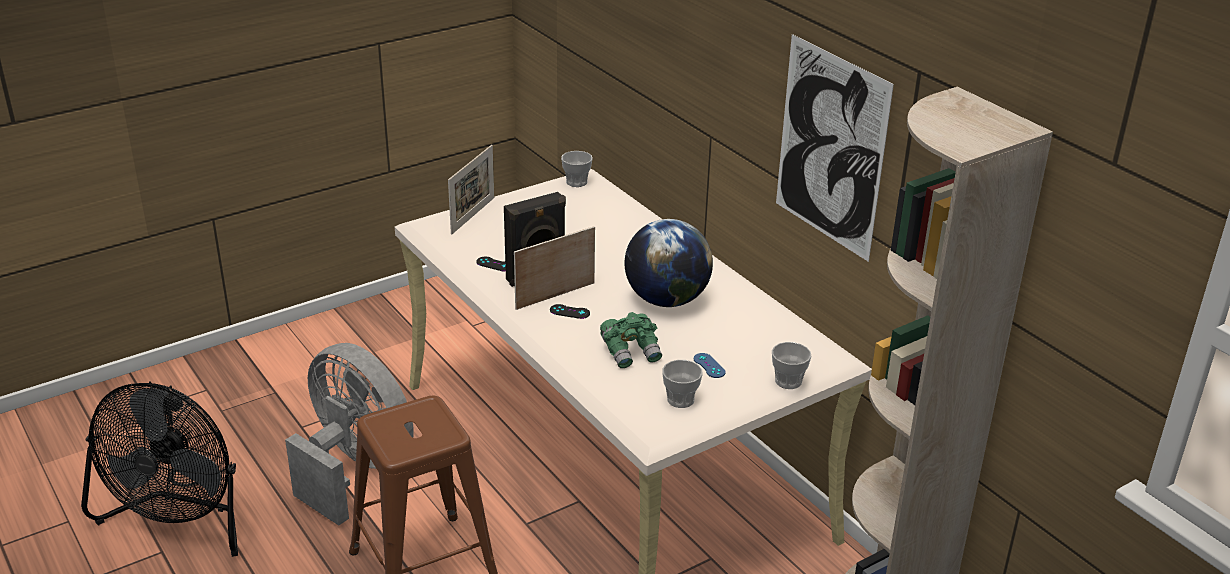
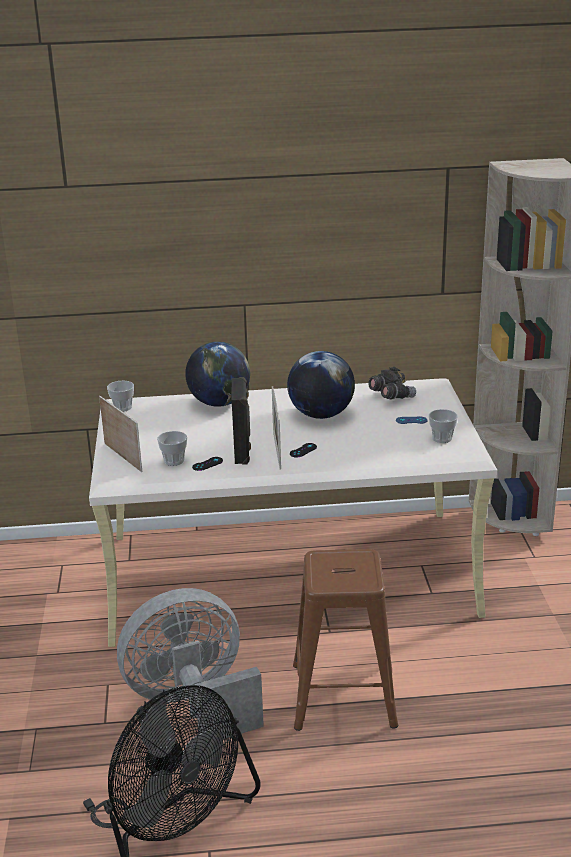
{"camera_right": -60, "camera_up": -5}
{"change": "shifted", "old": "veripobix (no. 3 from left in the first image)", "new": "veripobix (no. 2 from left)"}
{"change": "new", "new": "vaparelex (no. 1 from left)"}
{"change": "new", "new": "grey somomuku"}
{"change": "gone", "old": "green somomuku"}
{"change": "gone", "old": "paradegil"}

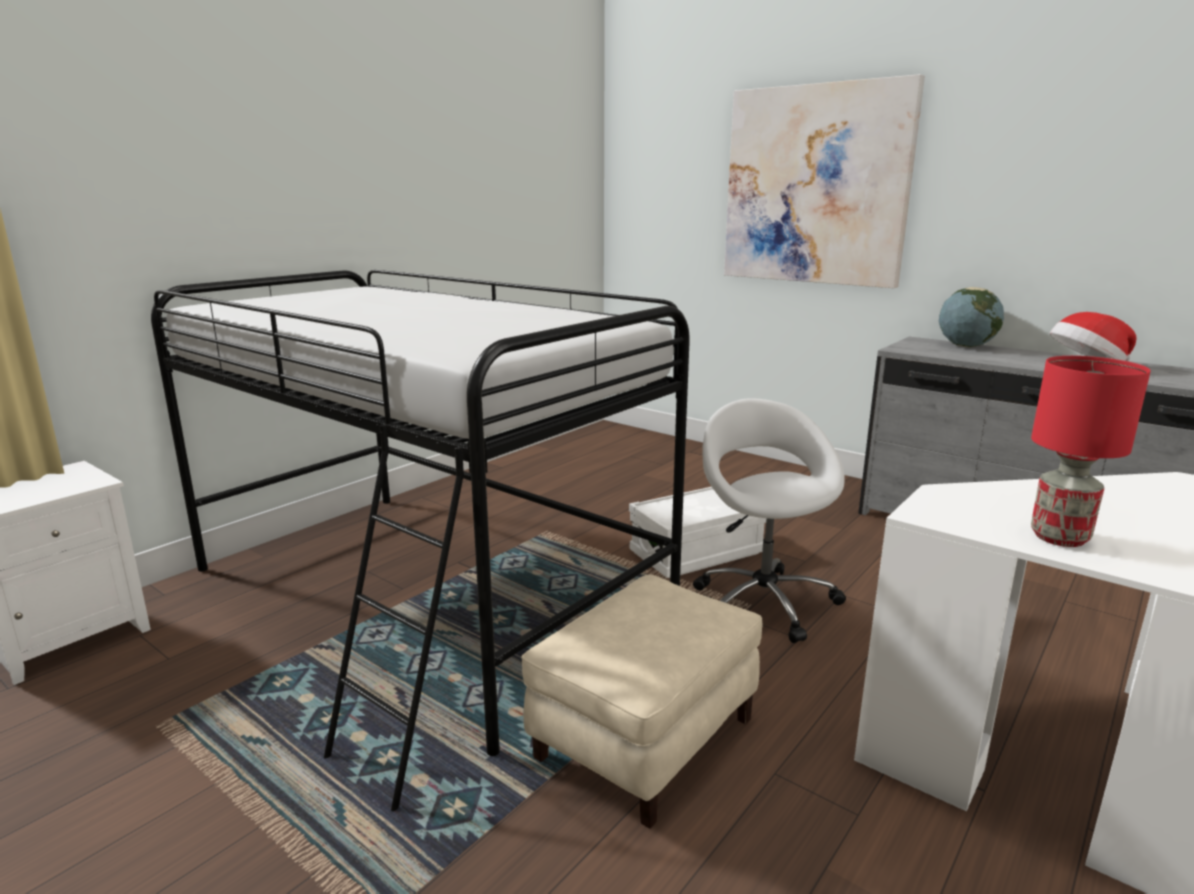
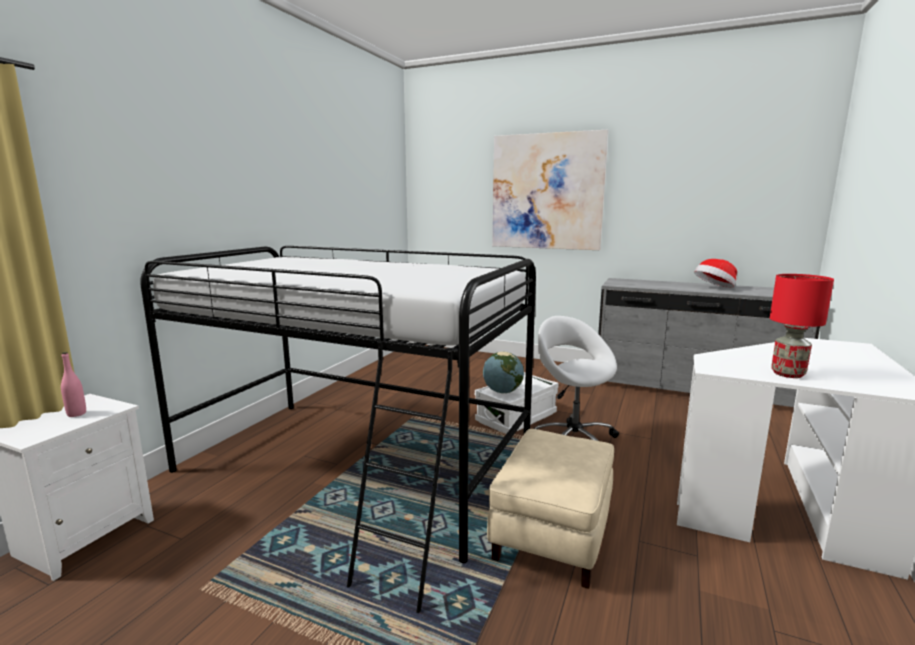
{"camera_right": -15, "camera_up": -5}
{"change": "new", "new": "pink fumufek"}
{"change": "shifted", "old": "vaparelex"}

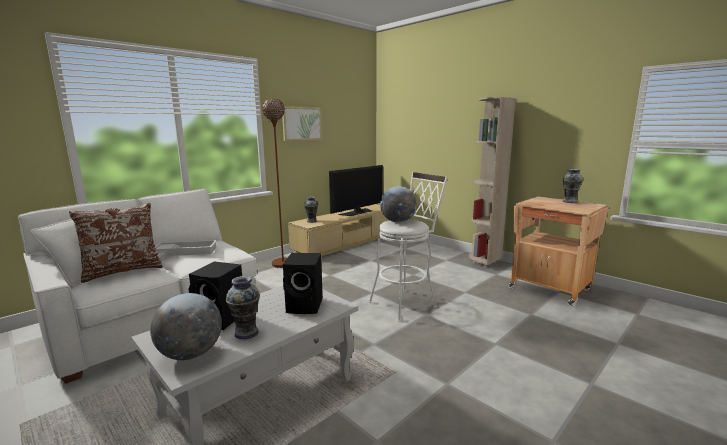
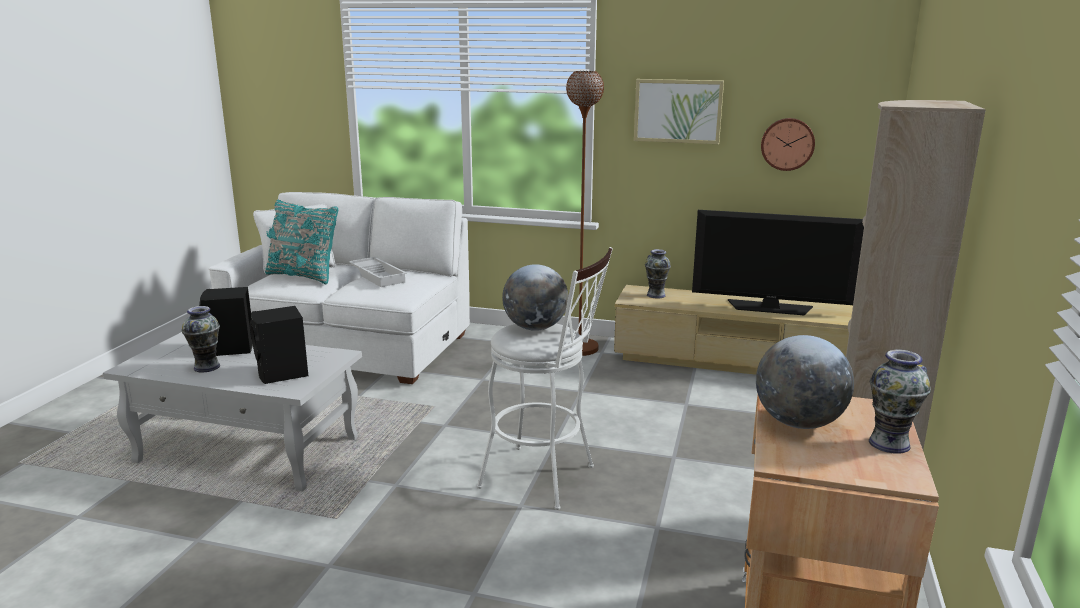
{"camera_right": 60, "camera_up": 5}
{"change": "repainted", "old": "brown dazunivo", "new": "turquoise dazunivo"}
{"change": "shifted", "old": "vaparelex (no. 1 from left in the first image)", "new": "vaparelex (no. 2 from left)"}
{"change": "new", "new": "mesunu"}

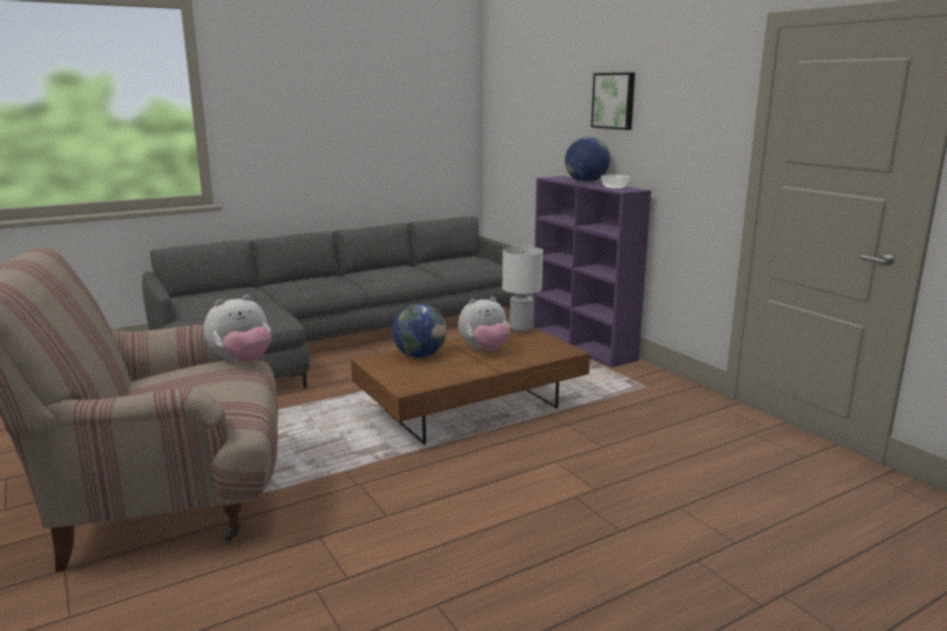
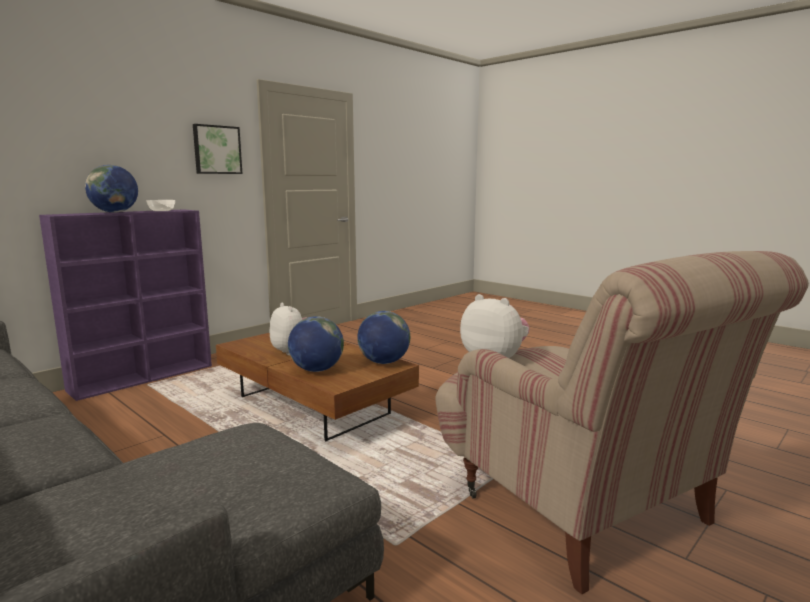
{"camera_right": -105, "camera_up": -5}
{"change": "shifted", "old": "paradegil"}
{"change": "new", "new": "vaparelex (no. 3 from left)"}
{"change": "gone", "old": "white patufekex"}

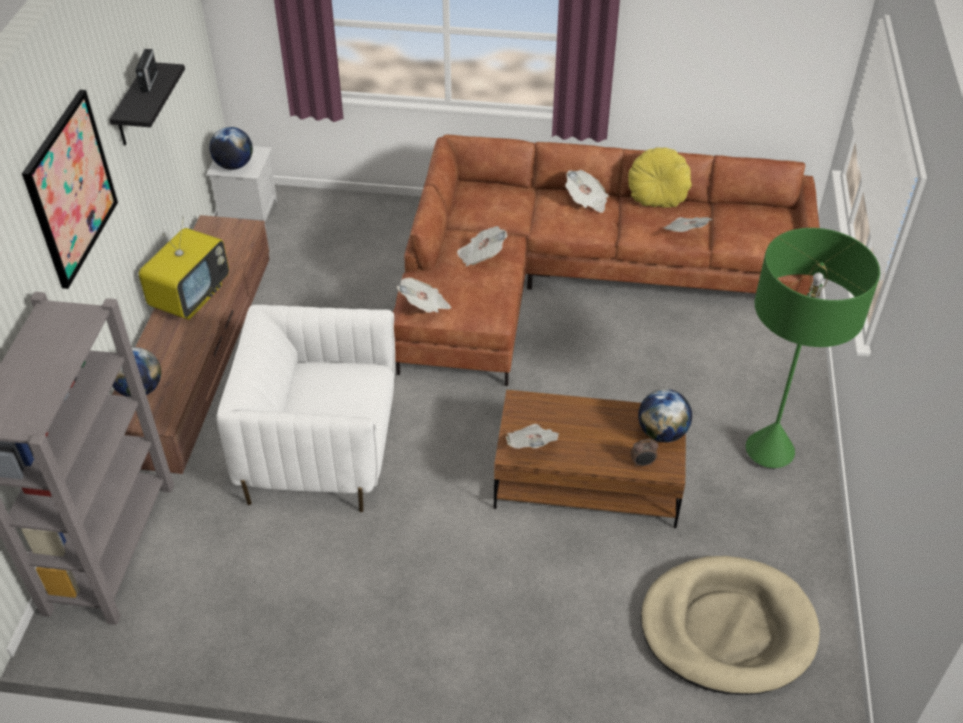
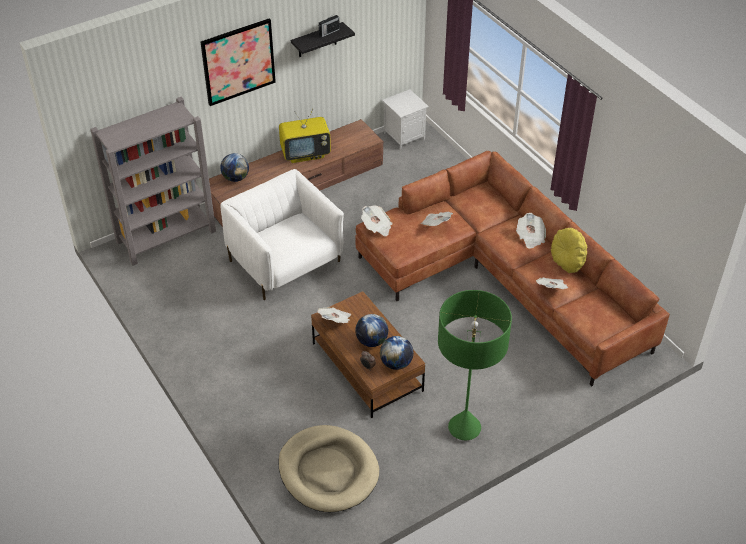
{"camera_right": 50, "camera_up": 0}
{"change": "shifted", "old": "vaparelex (no. 2 from left)"}

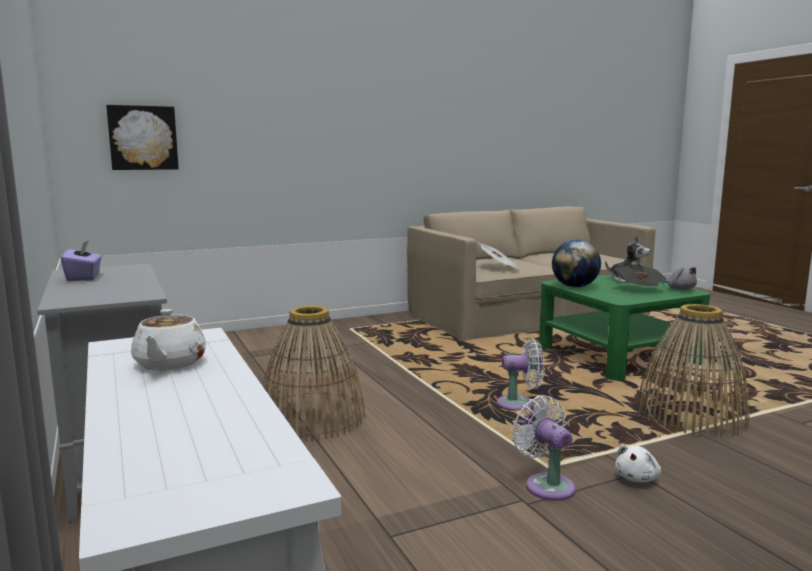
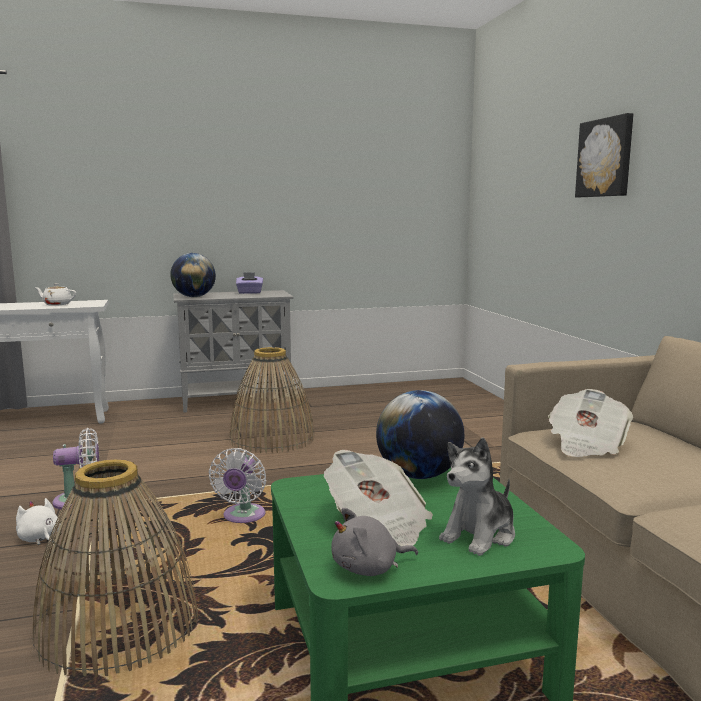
{"camera_right": 100, "camera_up": 0}
{"change": "new", "new": "vaparelex (no. 1 from left)"}
{"change": "shifted", "old": "paradegil"}

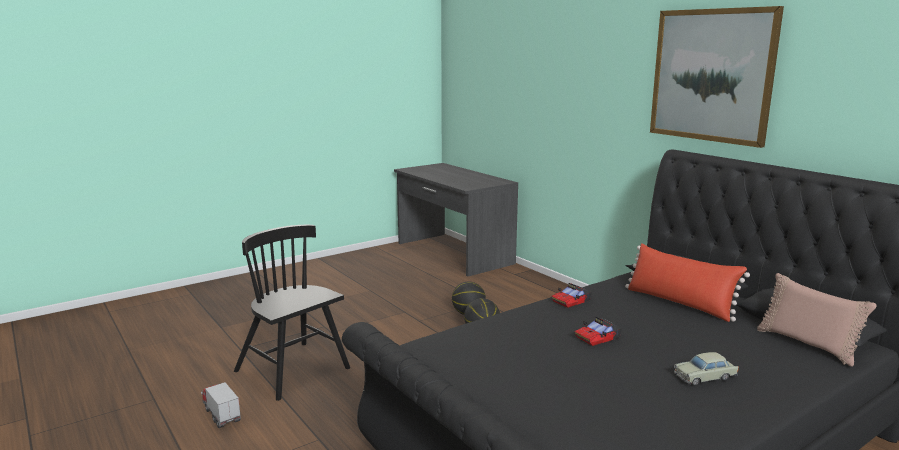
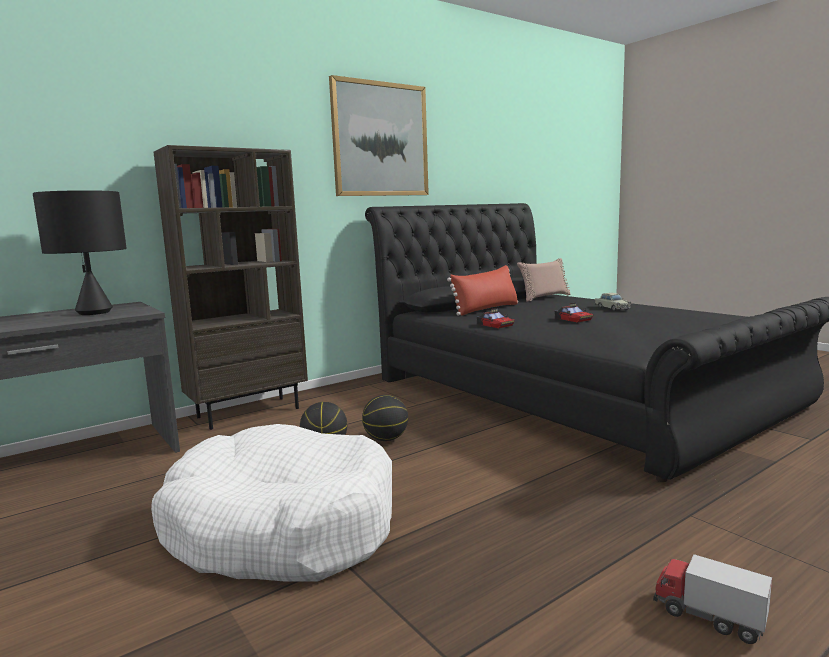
{"camera_right": -90, "camera_up": -5}
{"change": "new", "new": "black patufekex"}
{"change": "new", "new": "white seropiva"}
{"change": "new", "new": "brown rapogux"}
{"change": "rotated", "old": "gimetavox", "degrees": 75}
{"change": "gone", "old": "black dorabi"}

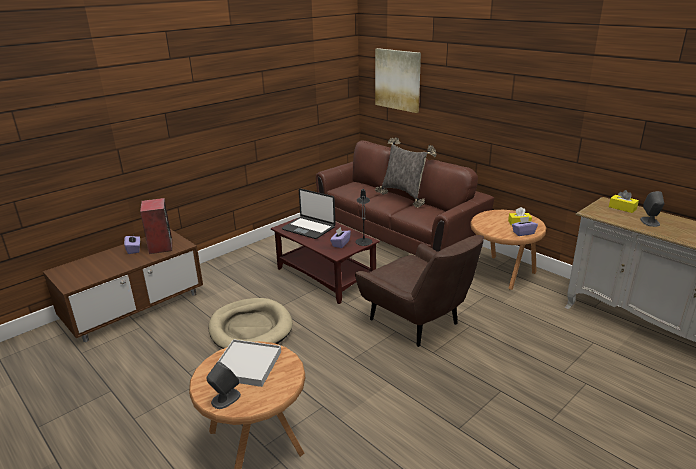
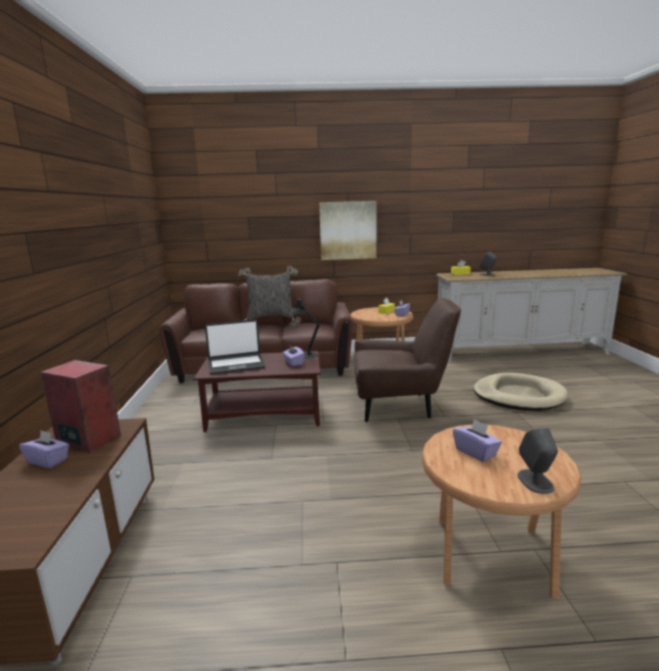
{"camera_right": -50, "camera_up": -10}
{"change": "shifted", "old": "paradegil"}
{"change": "swapped", "old": "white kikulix", "new": "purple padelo (no. 4 from left)"}
{"change": "shifted", "old": "beige seropiva"}

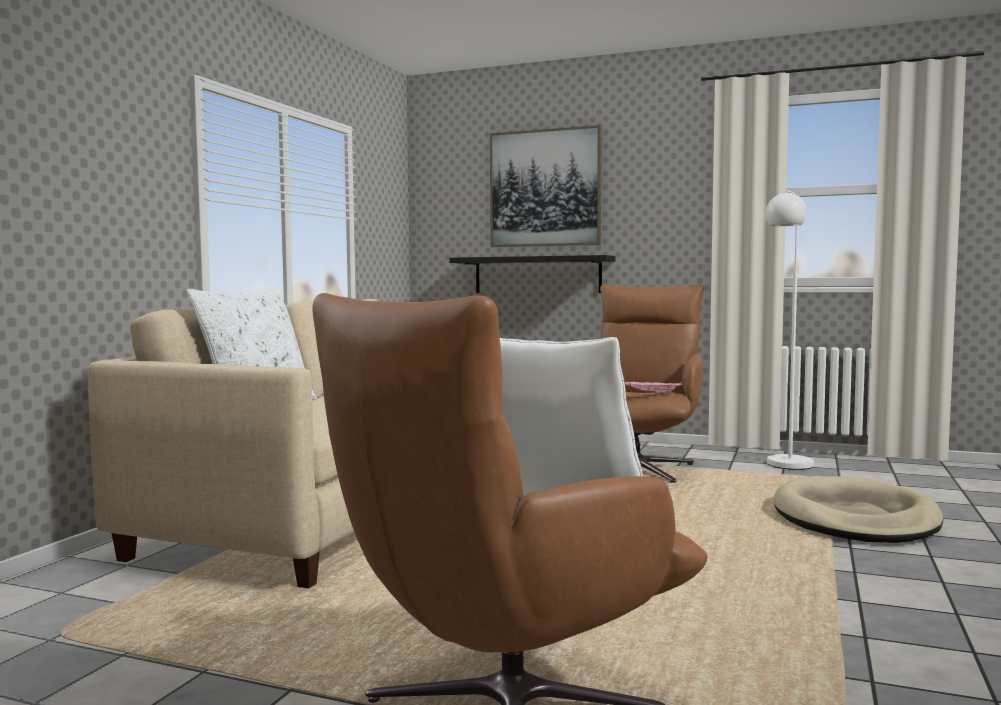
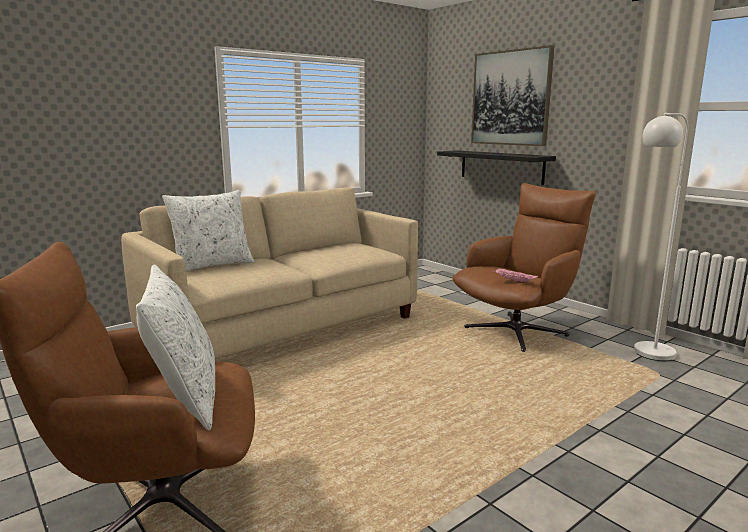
{"camera_right": 30, "camera_up": 10}
{"change": "gone", "old": "beige seropiva"}

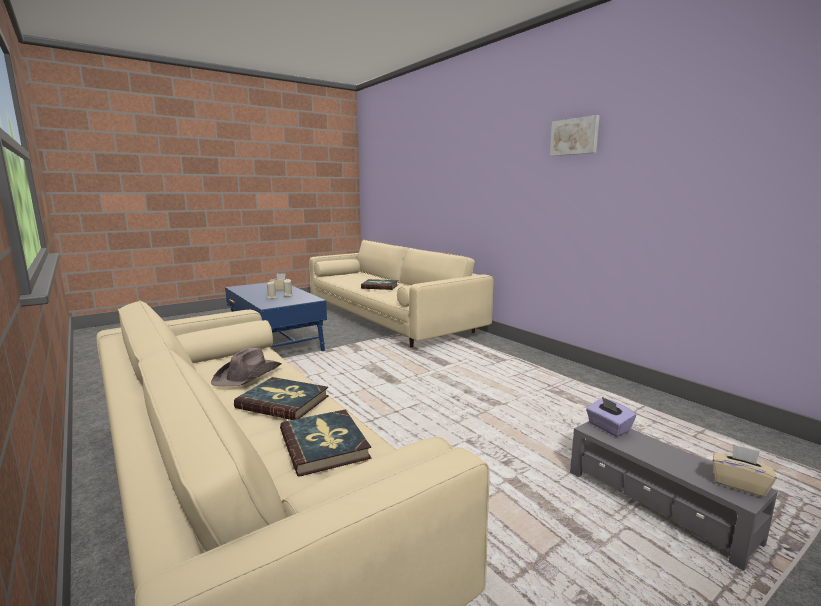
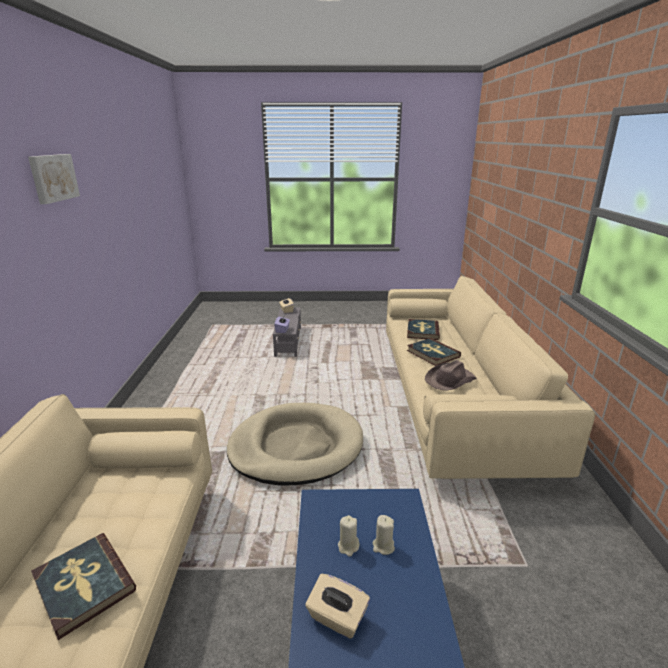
{"camera_right": -145, "camera_up": 10}
{"change": "new", "new": "beige seropiva"}

